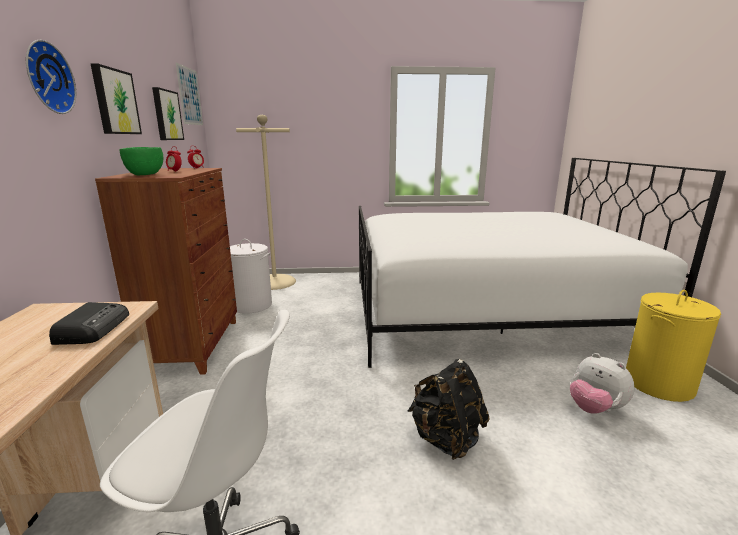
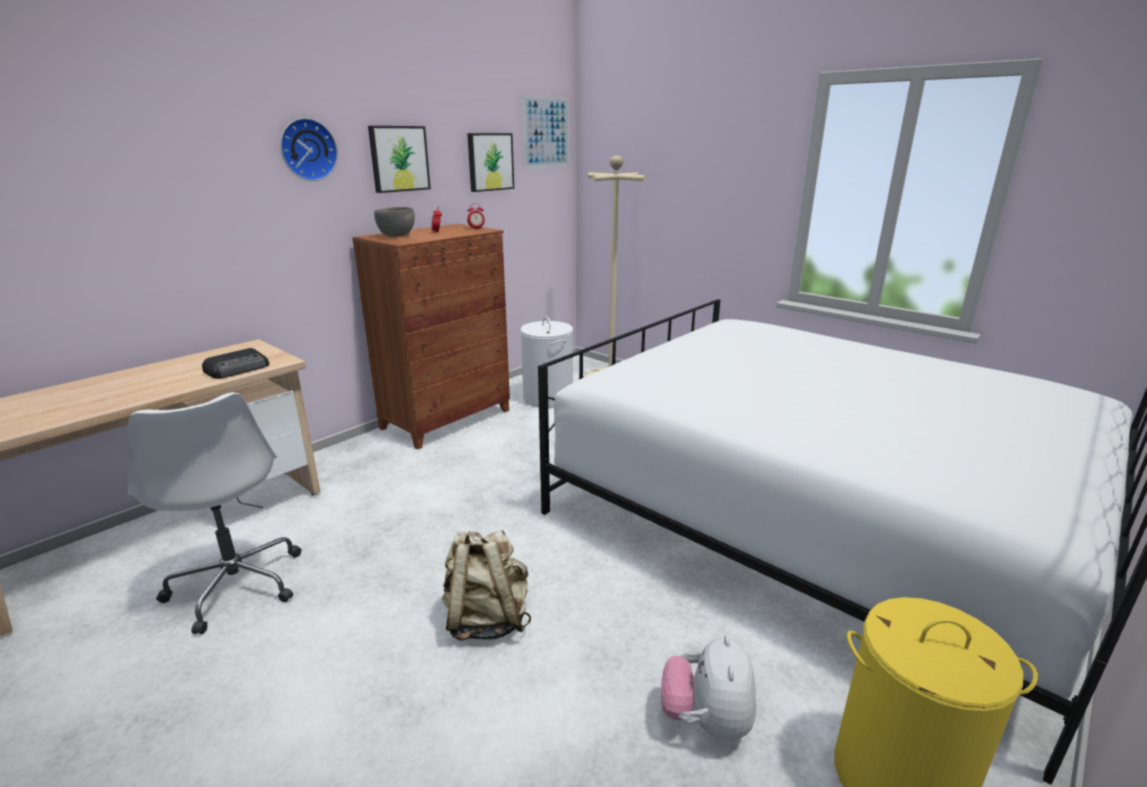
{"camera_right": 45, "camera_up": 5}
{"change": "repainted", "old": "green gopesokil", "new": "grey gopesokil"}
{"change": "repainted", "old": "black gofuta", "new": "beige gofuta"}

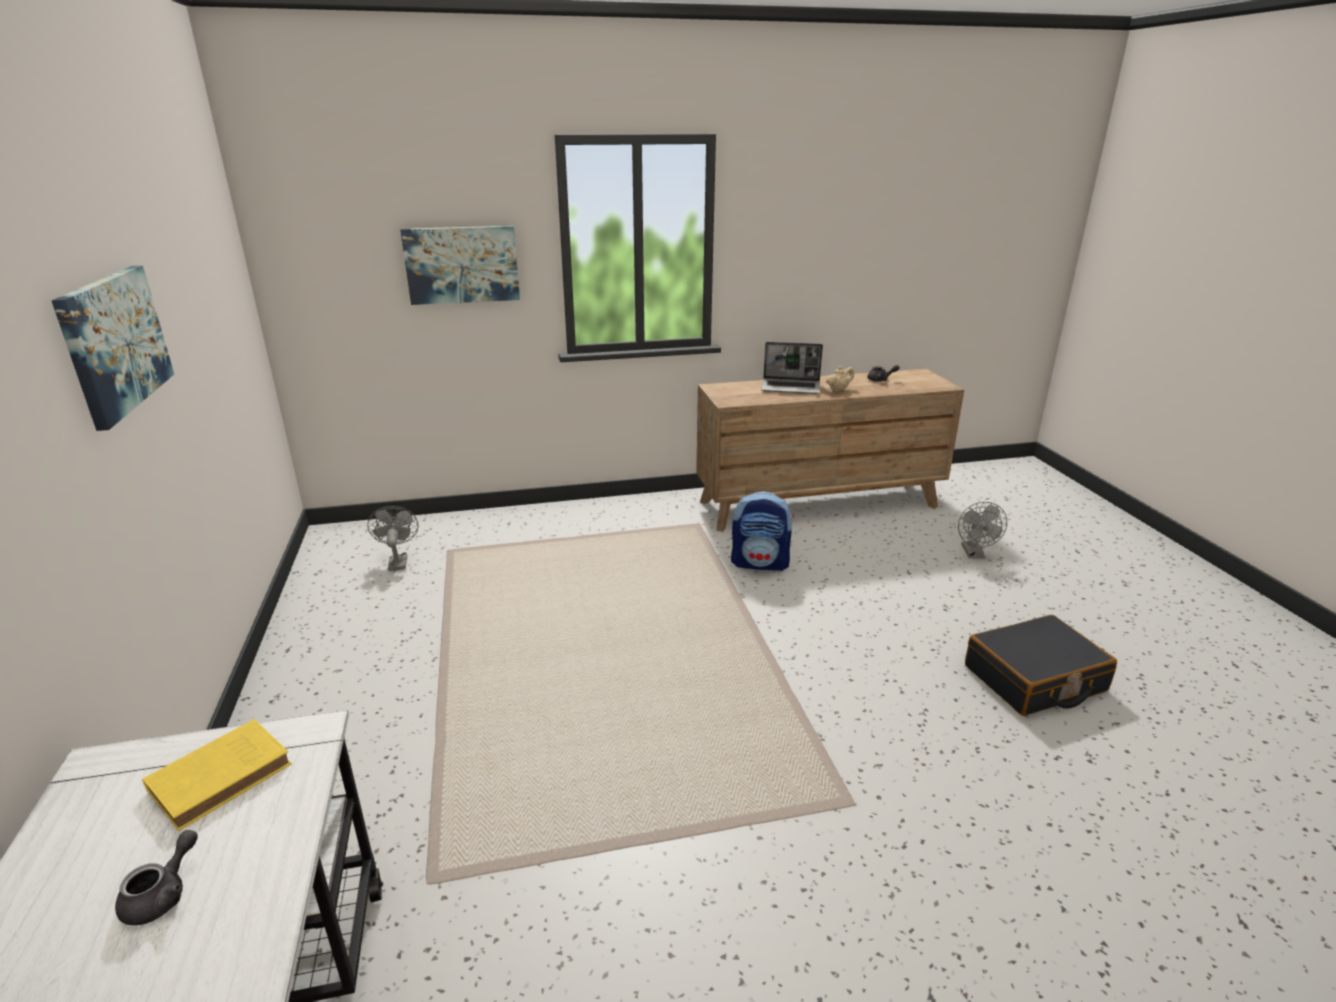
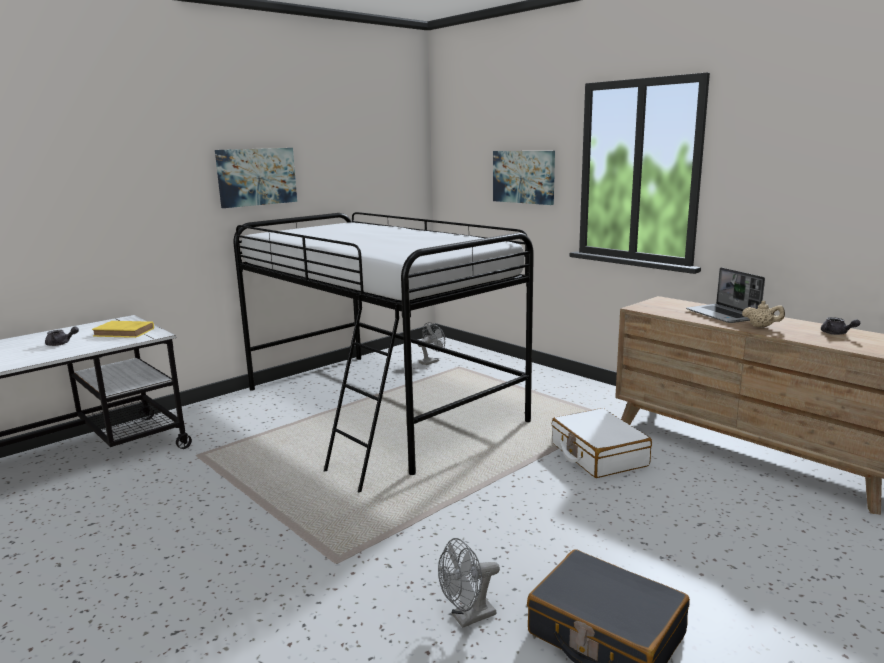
{"camera_right": 60, "camera_up": -10}
{"change": "new", "new": "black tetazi"}
{"change": "shifted", "old": "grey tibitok (no. 2 from left)"}
{"change": "swapped", "old": "gofuta", "new": "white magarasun"}

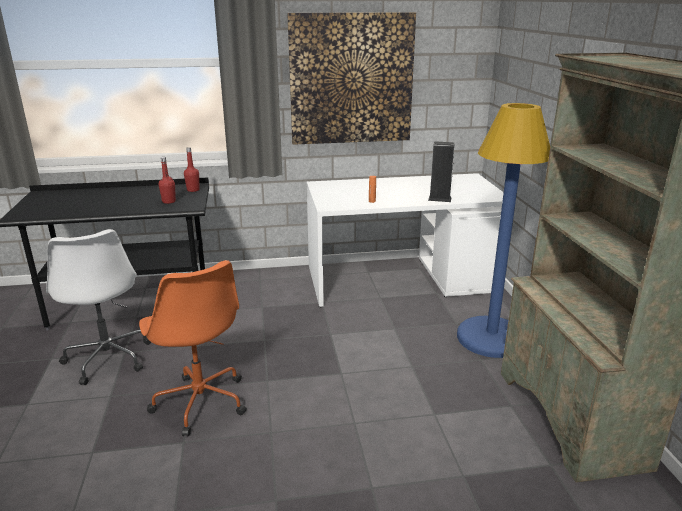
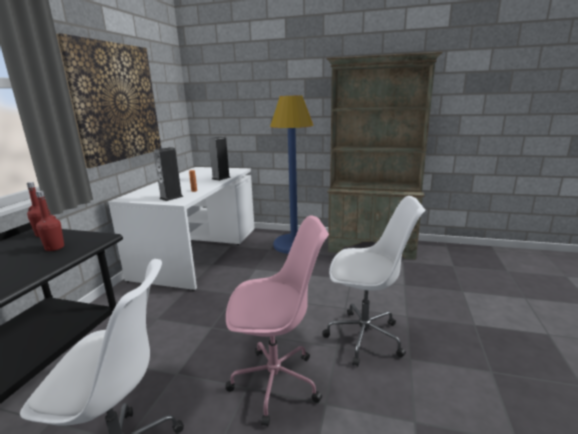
{"camera_right": -65, "camera_up": -5}
{"change": "new", "new": "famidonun (no. 1 from left)"}
{"change": "repainted", "old": "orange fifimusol", "new": "pink fifimusol"}
{"change": "new", "new": "white fifimusol (no. 2 from left)"}

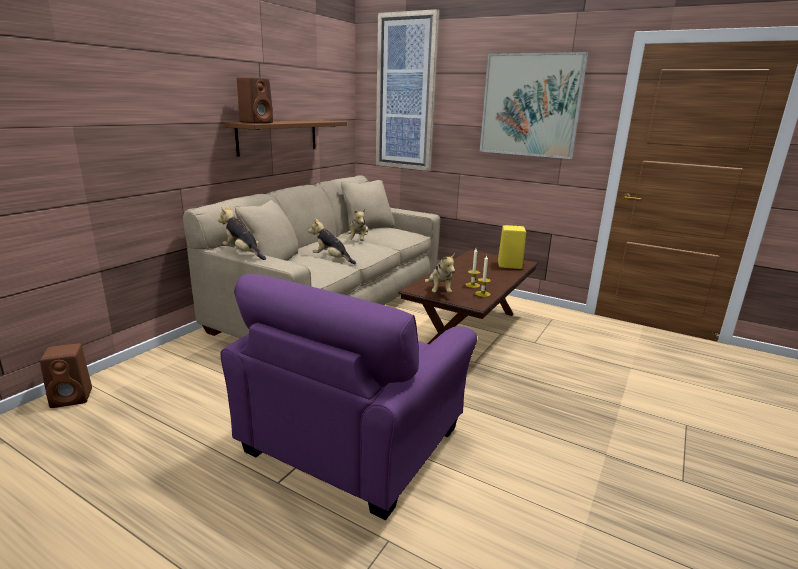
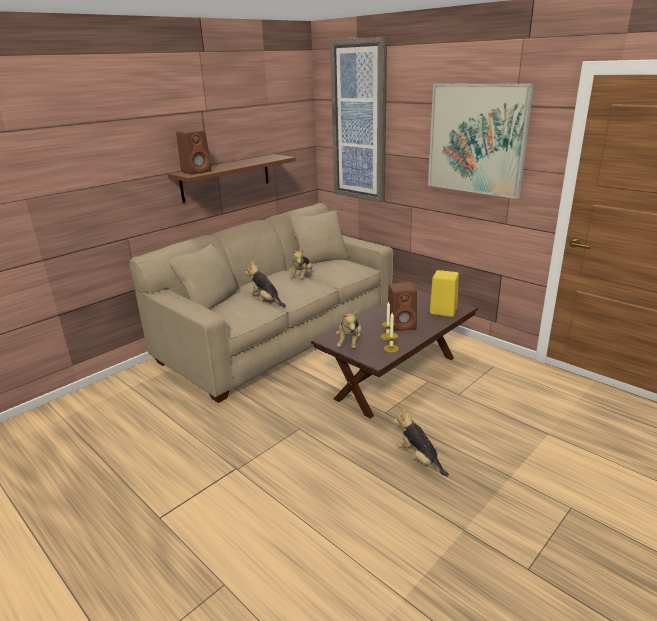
{"camera_right": 15, "camera_up": 5}
{"change": "shifted", "old": "brown famidonun (no. 1 from left in the first image)", "new": "brown famidonun (no. 2 from left)"}
{"change": "shifted", "old": "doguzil (no. 1 from left in the first image)", "new": "doguzil (no. 4 from left)"}
{"change": "gone", "old": "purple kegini"}

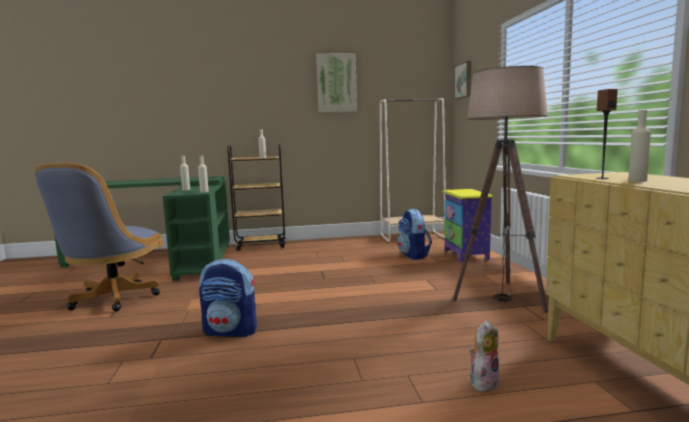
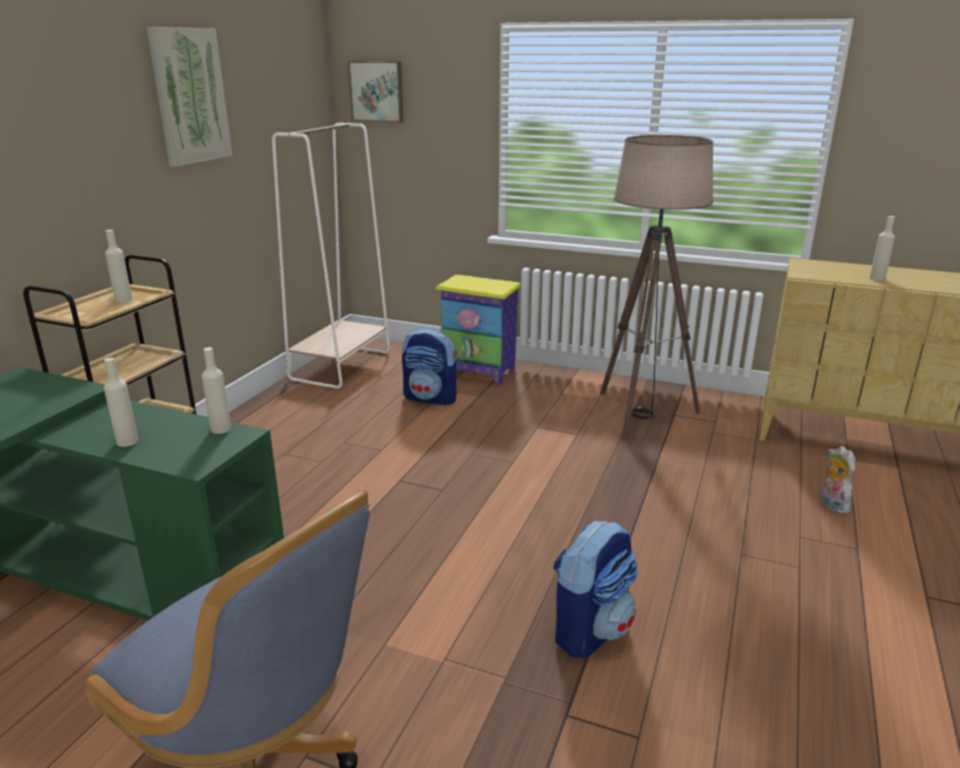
{"camera_right": -60, "camera_up": 15}
{"change": "gone", "old": "famidonun"}

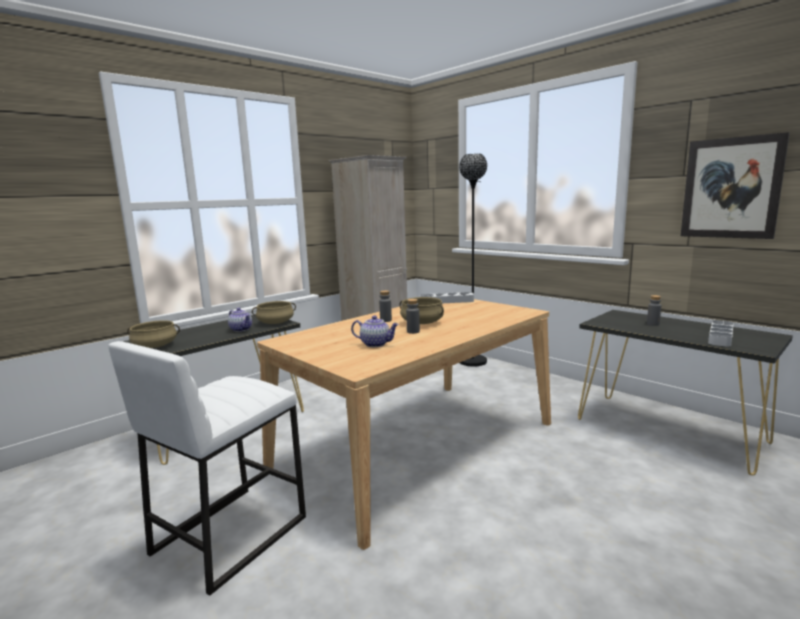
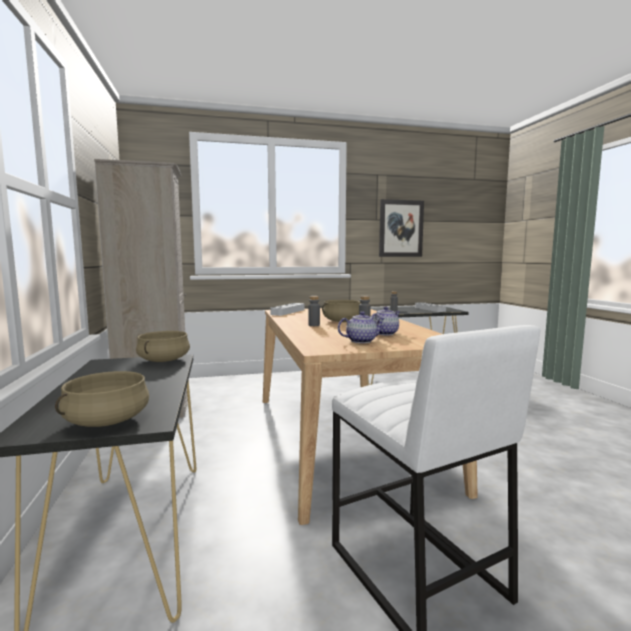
{"camera_right": -60, "camera_up": -5}
{"change": "shifted", "old": "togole (no. 1 from left)"}
{"change": "gone", "old": "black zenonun"}

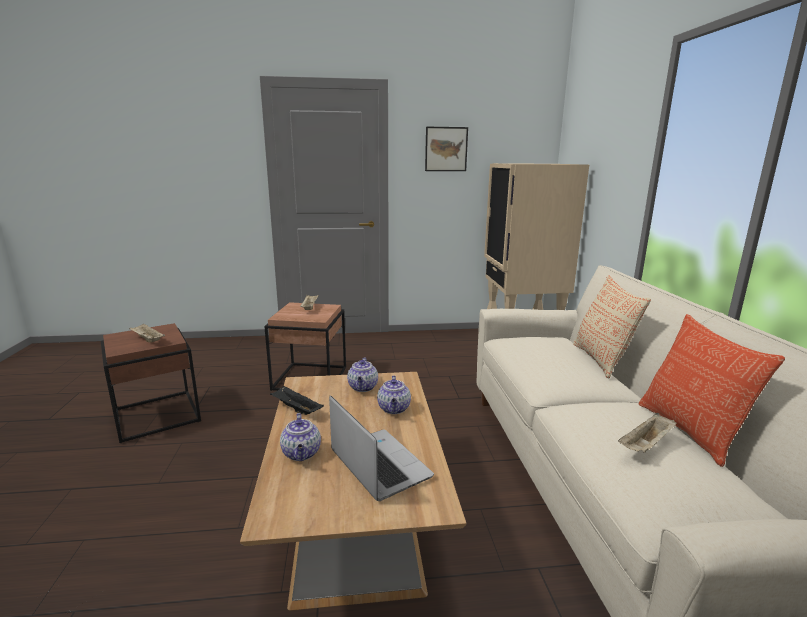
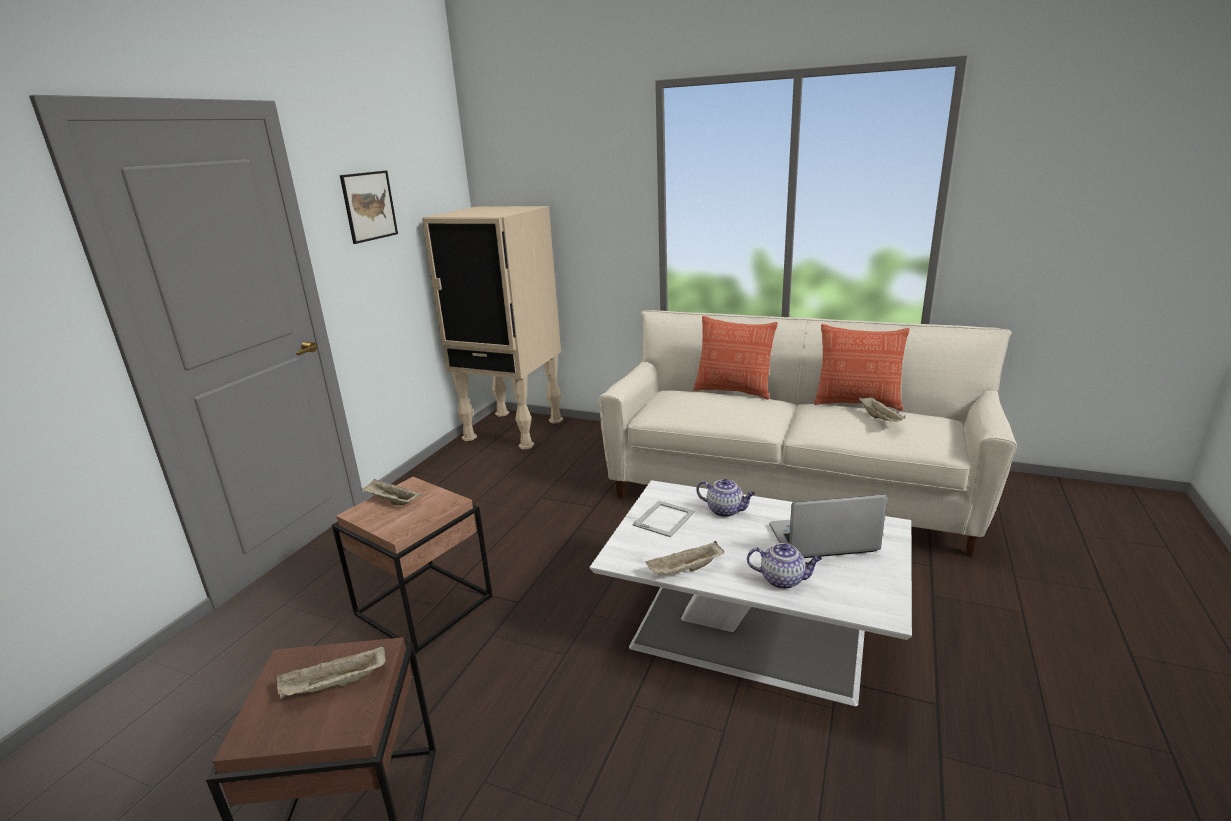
{"camera_right": -60, "camera_up": 5}
{"change": "repainted", "old": "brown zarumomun", "new": "white zarumomun"}
{"change": "swapped", "old": "togole (no. 2 from left)", "new": "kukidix"}
{"change": "repainted", "old": "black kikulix", "new": "beige kikulix (no. 3 from left)"}
{"change": "repainted", "old": "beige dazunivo", "new": "orange dazunivo (no. 1 from left)"}

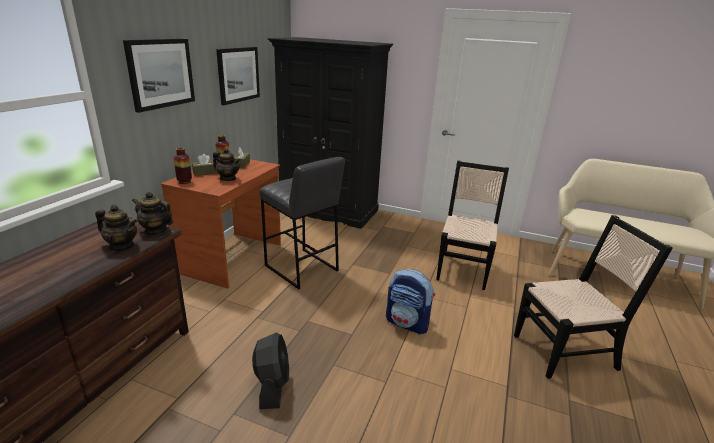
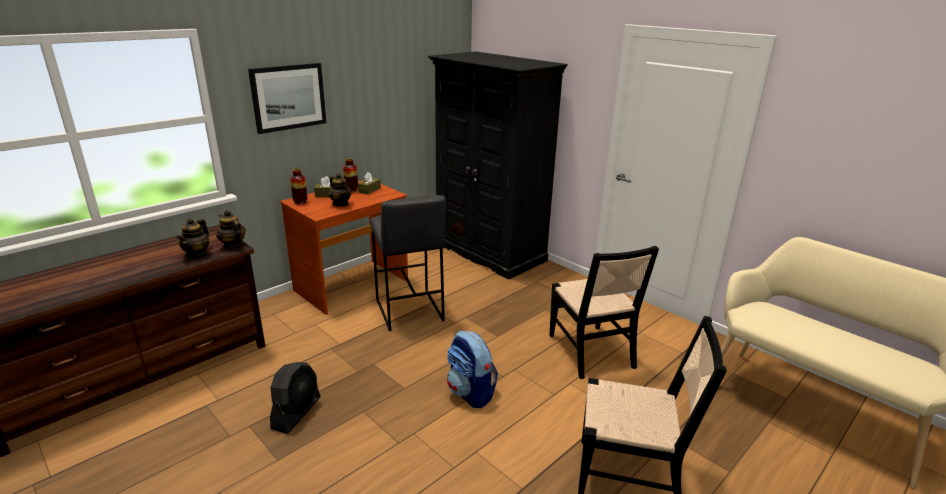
{"camera_right": 25, "camera_up": 0}
{"change": "rotated", "old": "togole (no. 1 from left)", "degrees": 60}
{"change": "rotated", "old": "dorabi (no. 1 from left)", "degrees": 120}
{"change": "gone", "old": "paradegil (no. 2 from left)"}

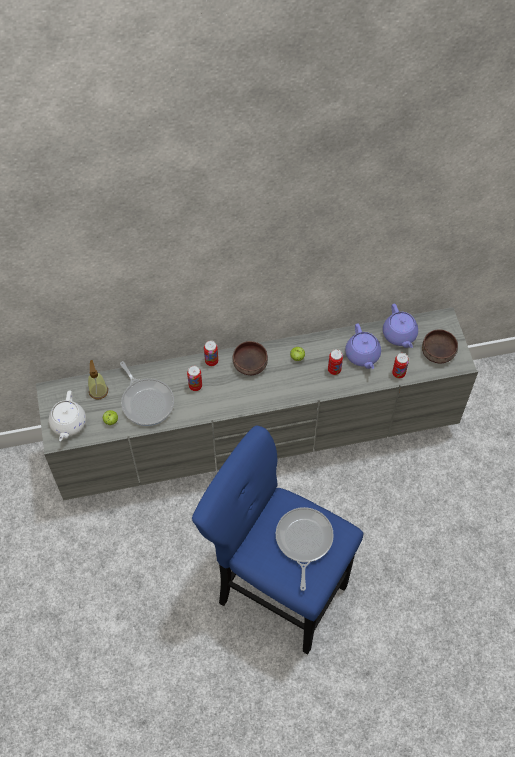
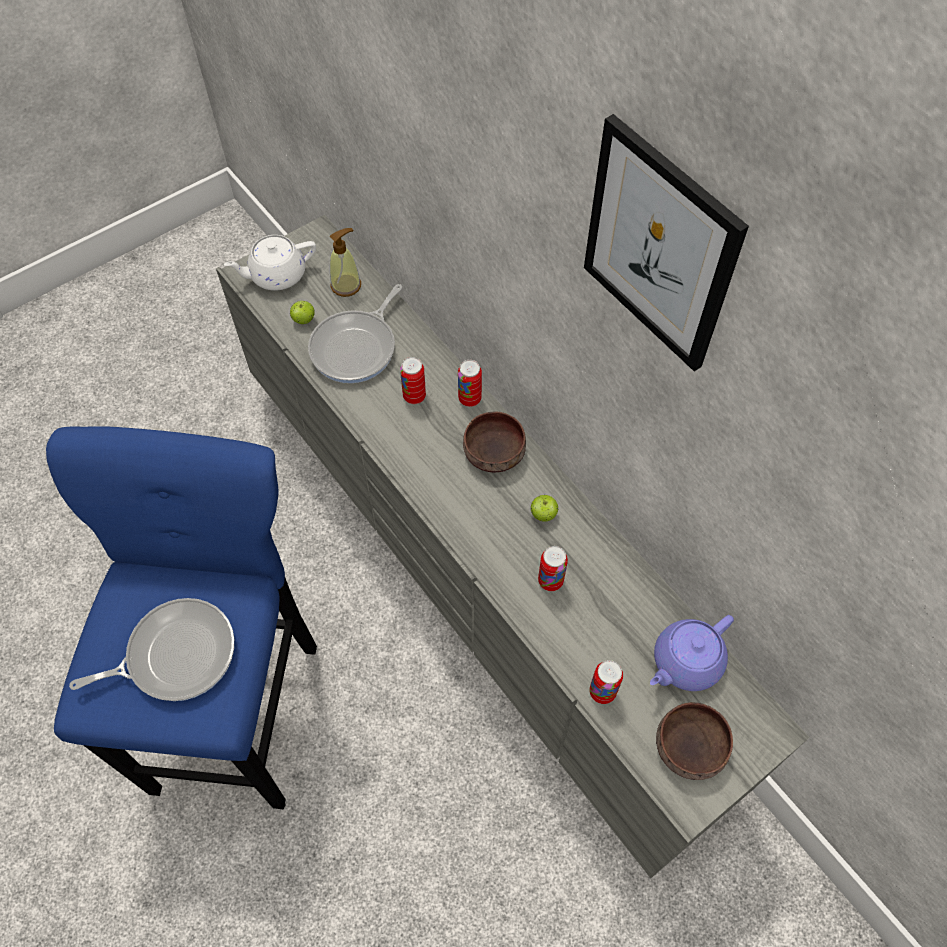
{"camera_right": 65, "camera_up": 0}
{"change": "new", "new": "paradegil"}
{"change": "gone", "old": "purple togole (no. 1 from left)"}

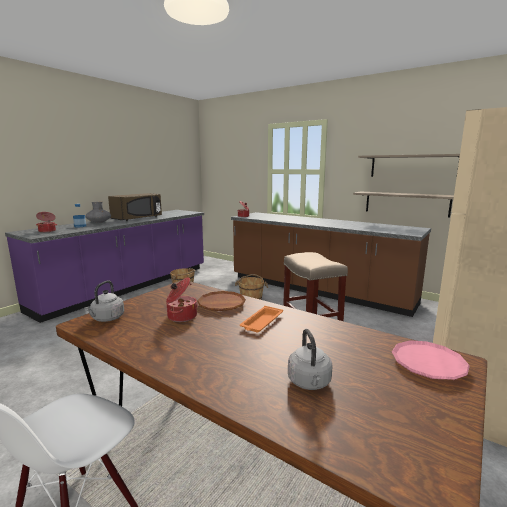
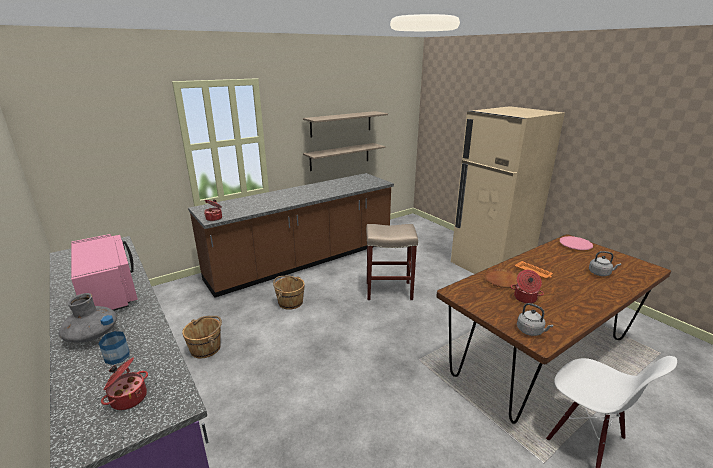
{"camera_right": -70, "camera_up": 10}
{"change": "repainted", "old": "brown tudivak", "new": "pink tudivak"}

